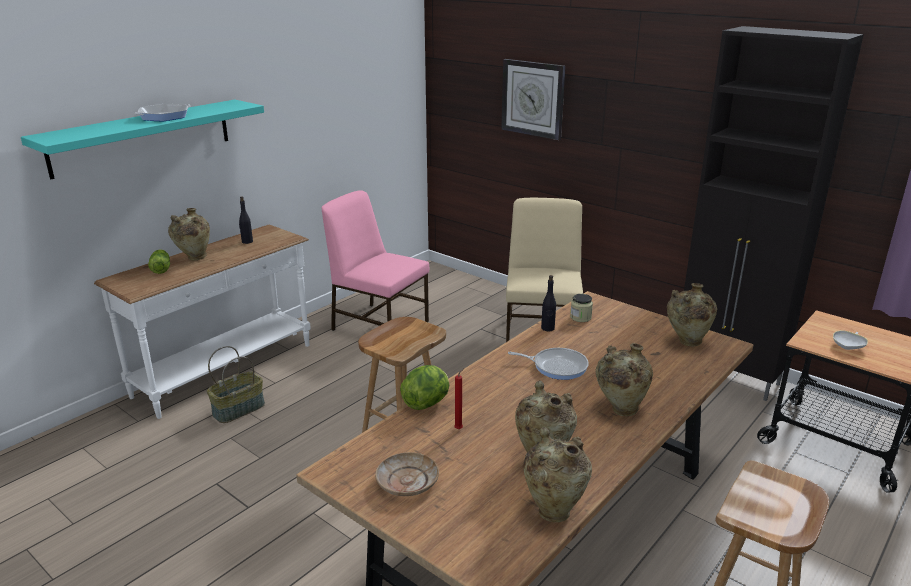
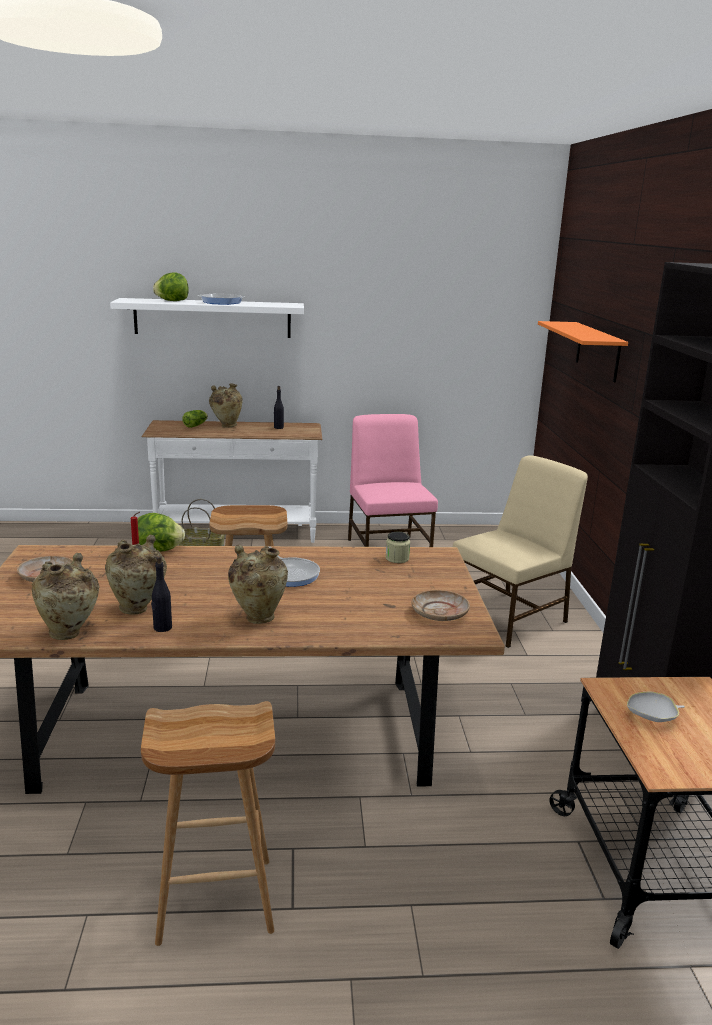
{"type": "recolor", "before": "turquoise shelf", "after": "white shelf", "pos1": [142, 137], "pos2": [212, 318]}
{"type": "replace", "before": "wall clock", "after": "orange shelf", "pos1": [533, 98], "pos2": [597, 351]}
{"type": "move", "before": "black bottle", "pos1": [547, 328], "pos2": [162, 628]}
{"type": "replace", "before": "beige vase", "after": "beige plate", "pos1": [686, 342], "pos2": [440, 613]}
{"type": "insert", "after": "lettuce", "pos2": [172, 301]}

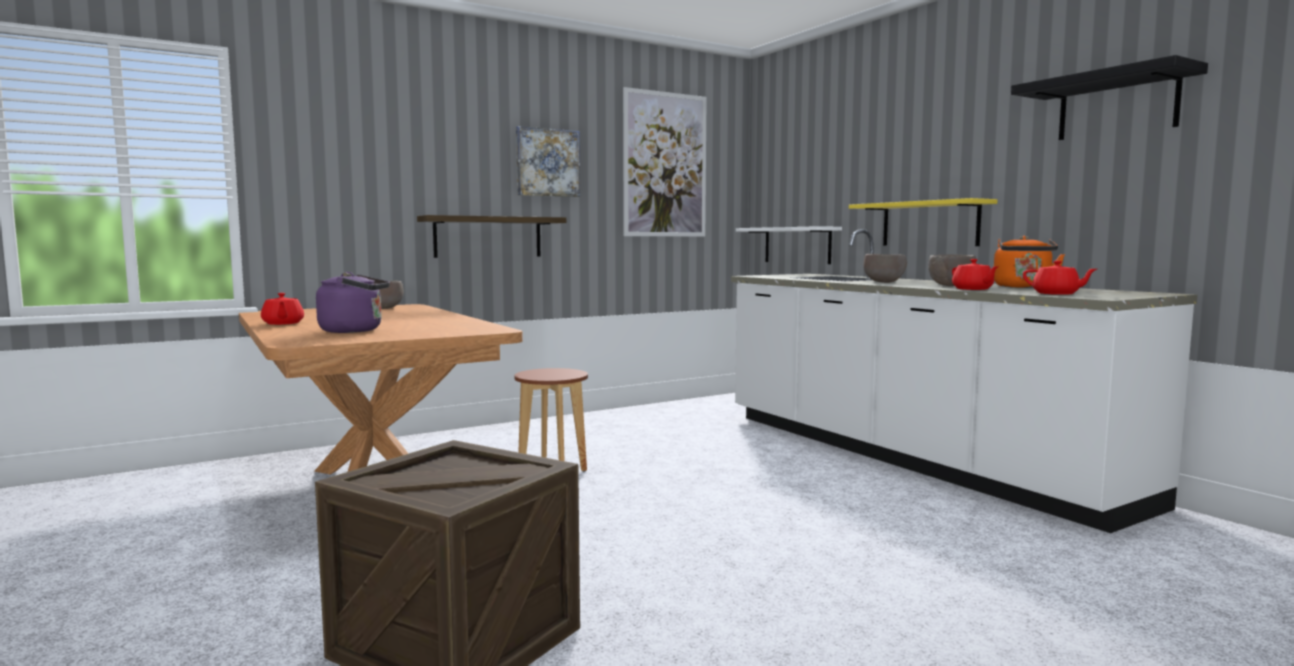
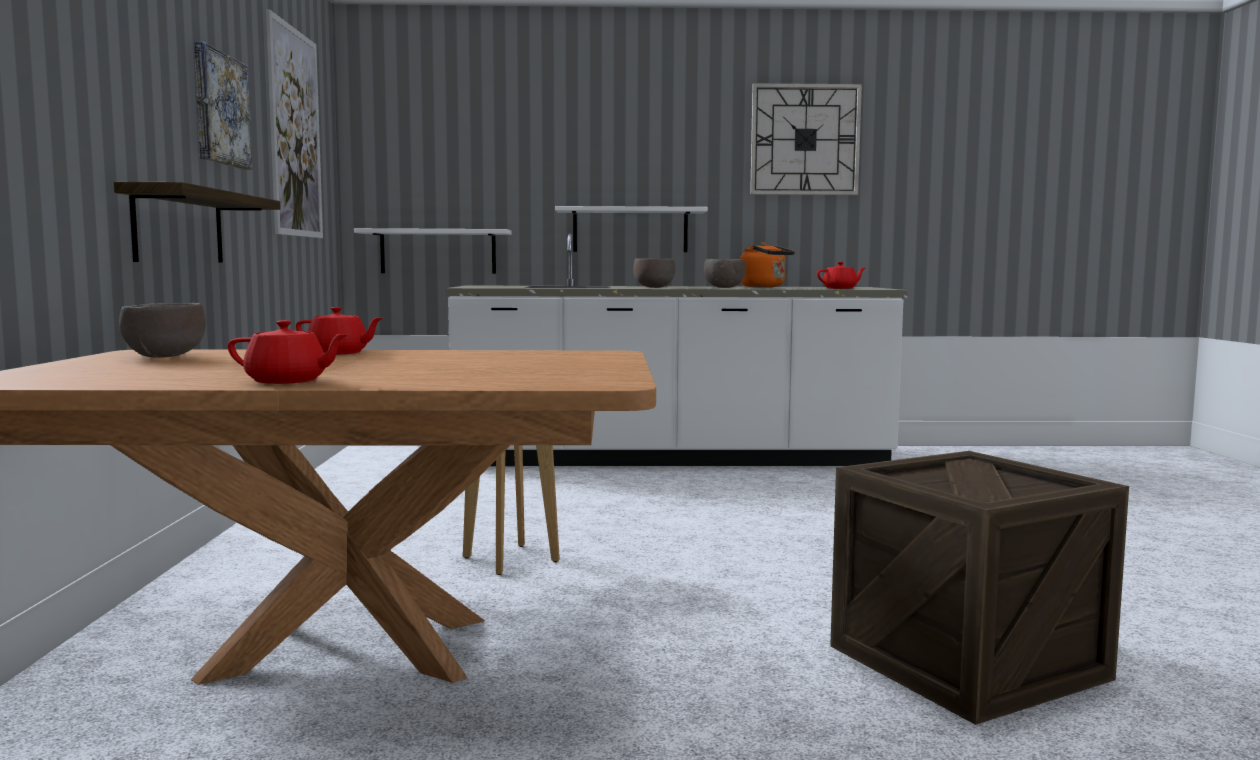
{"type": "delete", "before": "purple kettle", "pos1": [355, 331]}
{"type": "recolor", "before": "yellow shelf", "after": "white shelf", "pos1": [929, 224], "pos2": [630, 230]}
{"type": "move", "before": "red teapot", "pos1": [972, 289], "pos2": [339, 353]}
{"type": "replace", "before": "black shelf", "after": "wall clock", "pos1": [1117, 106], "pos2": [805, 140]}

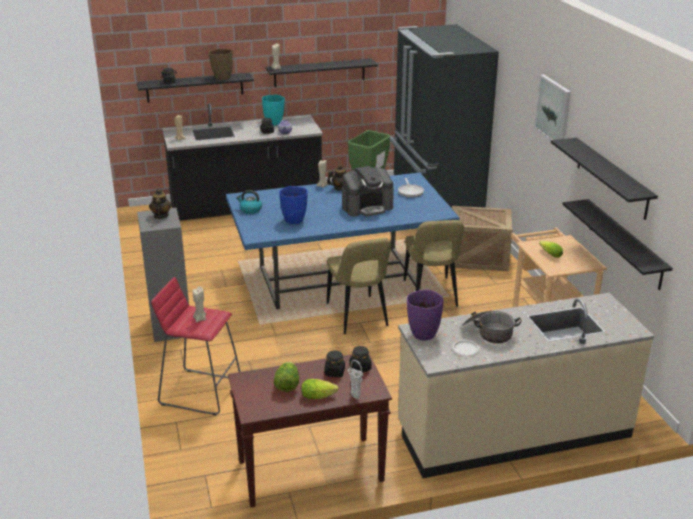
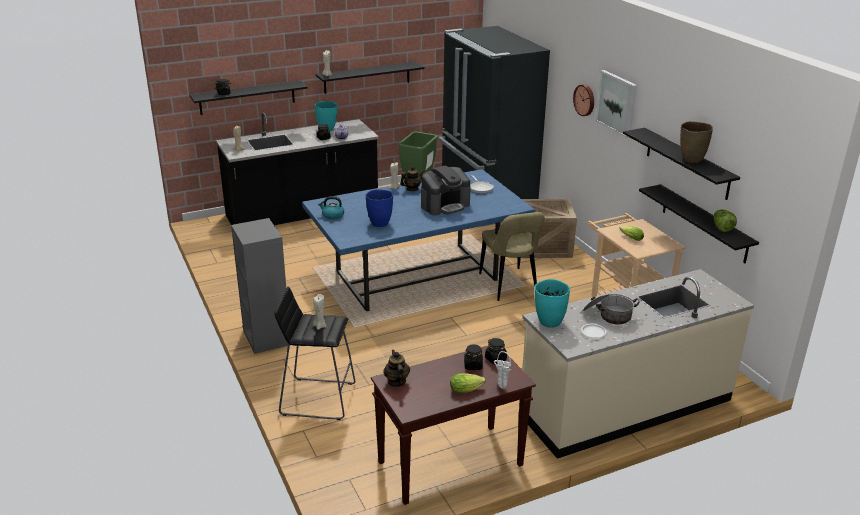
{"type": "move", "before": "teapot", "pos1": [161, 216], "pos2": [396, 382]}
{"type": "recolor", "before": "red stool", "after": "black stool", "pos1": [200, 391], "pos2": [317, 398]}
{"type": "move", "before": "brown vase", "pos1": [222, 78], "pos2": [691, 160]}
{"type": "move", "before": "lettuce", "pos1": [287, 385], "pos2": [721, 228]}
{"type": "delete", "before": "beige chair", "pos1": [358, 316]}
{"type": "recolor", "before": "purple vase", "after": "turquoise vase", "pos1": [423, 334], "pos2": [549, 322]}
{"type": "insert", "after": "wall clock", "pos2": [585, 100]}

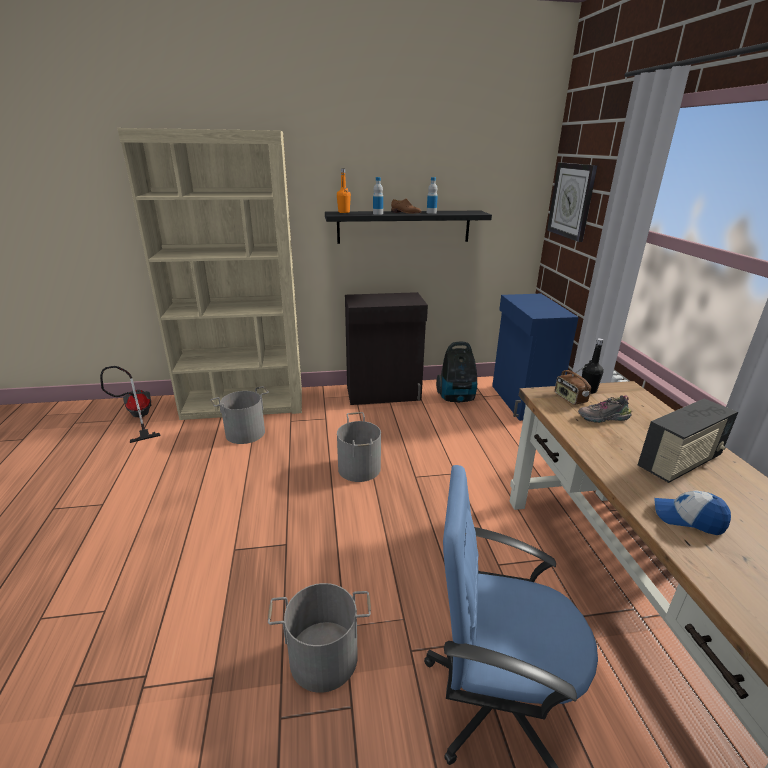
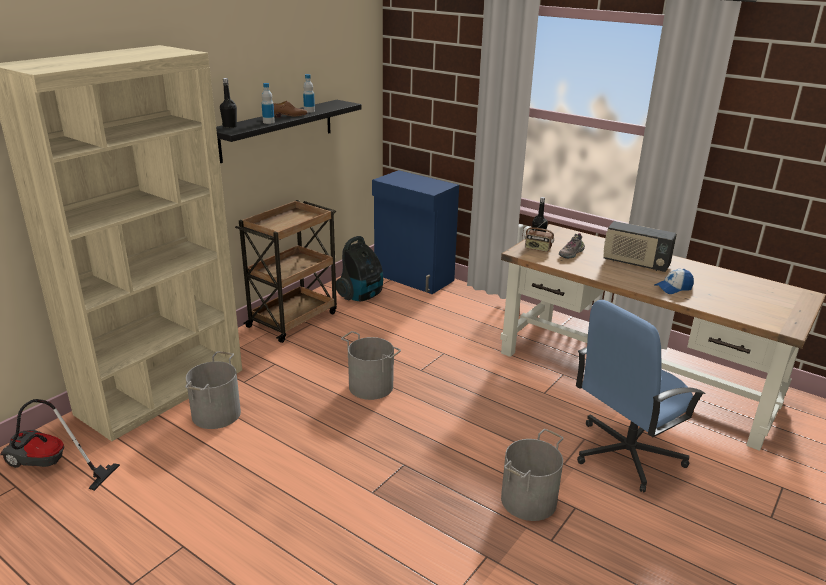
{"type": "recolor", "before": "orange bottle", "after": "black bottle", "pos1": [344, 212], "pos2": [230, 126]}
{"type": "replace", "before": "black cabinet", "after": "brown cart", "pos1": [384, 394], "pos2": [293, 319]}
{"type": "delete", "before": "wall clock", "pos1": [571, 200]}
{"type": "rotate", "before": "radio", "pos1": [680, 463], "pos2": [635, 263], "turn": 105}

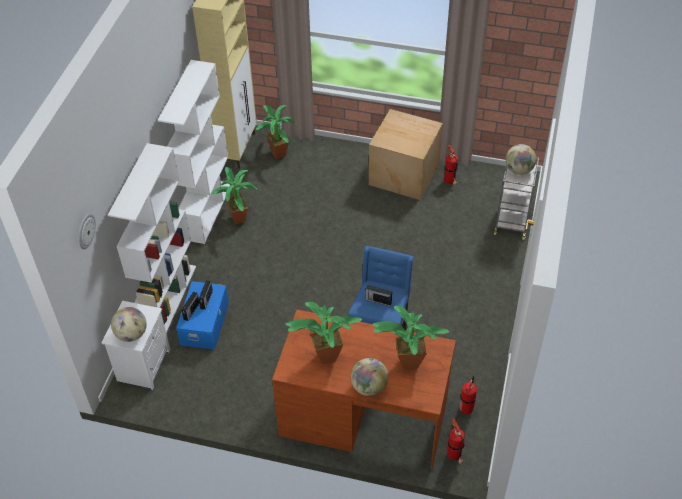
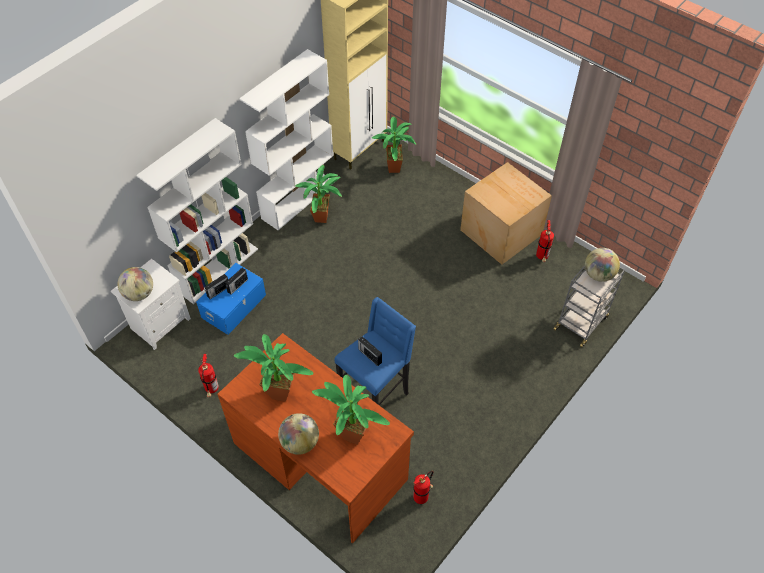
{"type": "delete", "before": "wall clock", "pos1": [85, 231]}
{"type": "move", "before": "fire extinguisher", "pos1": [455, 457], "pos2": [211, 390]}

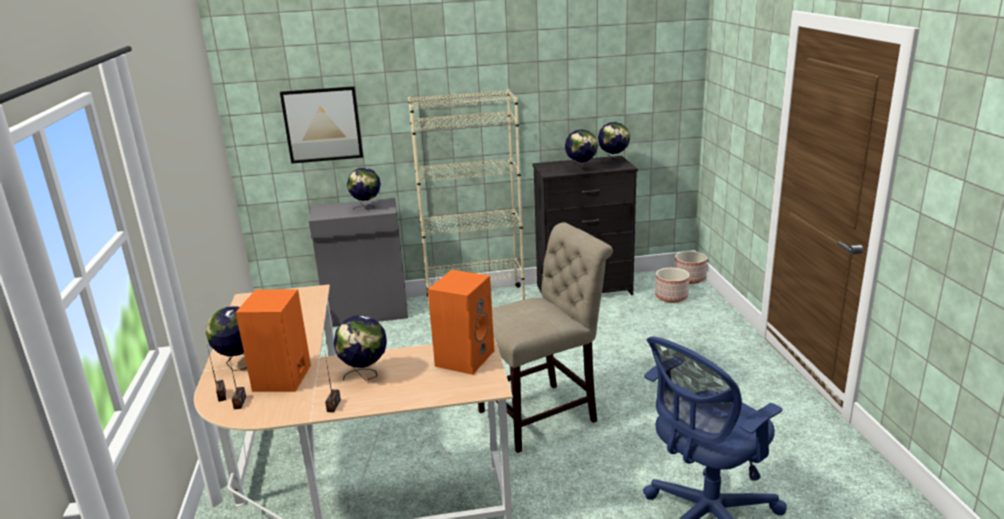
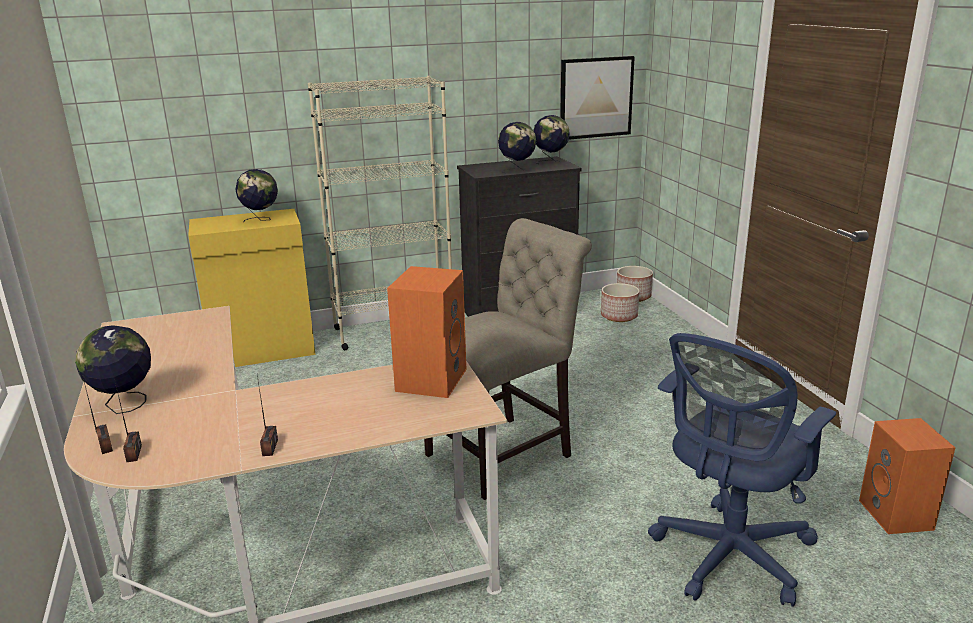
{"type": "move", "before": "orange speaker", "pos1": [283, 379], "pos2": [898, 516]}
{"type": "move", "before": "picture", "pos1": [322, 124], "pos2": [596, 97]}
{"type": "recolor", "before": "grey cabinet", "after": "yellow cabinet", "pos1": [368, 313], "pos2": [264, 352]}
{"type": "delete", "before": "globe", "pos1": [365, 376]}

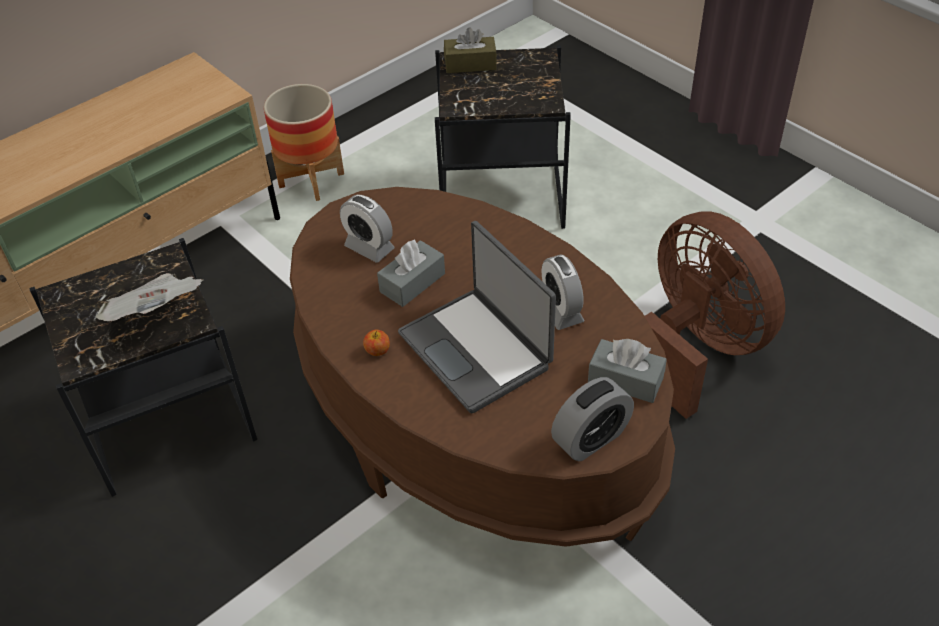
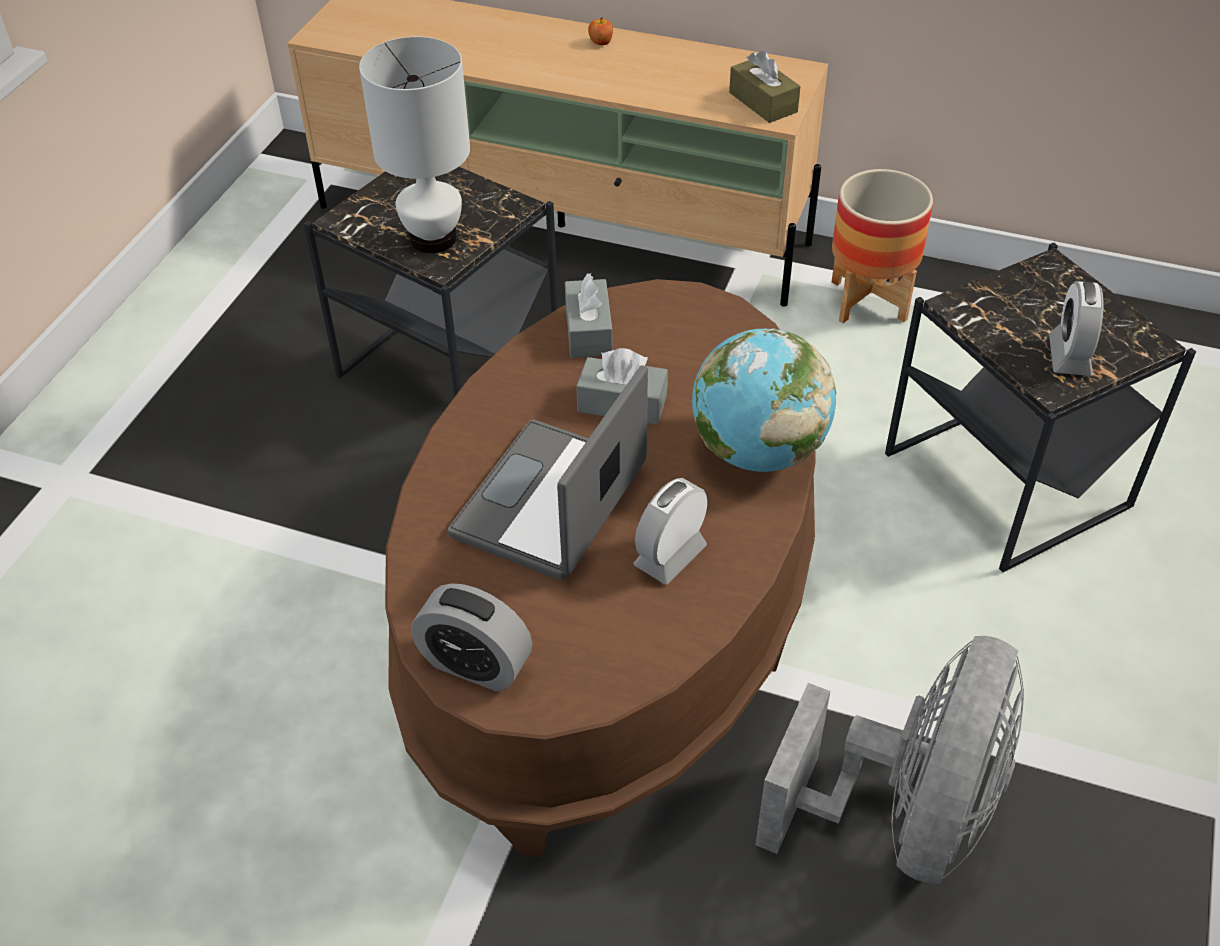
{"type": "replace", "before": "newspaper", "after": "white table lamp", "pos1": [158, 315], "pos2": [433, 238]}
{"type": "move", "before": "alarm clock", "pos1": [369, 247], "pos2": [1069, 356]}
{"type": "move", "before": "apple", "pos1": [377, 351], "pos2": [600, 42]}
{"type": "move", "before": "brown tissue box", "pos1": [470, 64], "pos2": [763, 102]}
{"type": "move", "before": "grey tissue box", "pos1": [625, 380], "pos2": [588, 331]}
{"type": "recolor", "before": "brown fan", "after": "grey fan", "pos1": [698, 347], "pos2": [903, 816]}
{"type": "insert", "after": "globe", "pos2": [757, 451]}

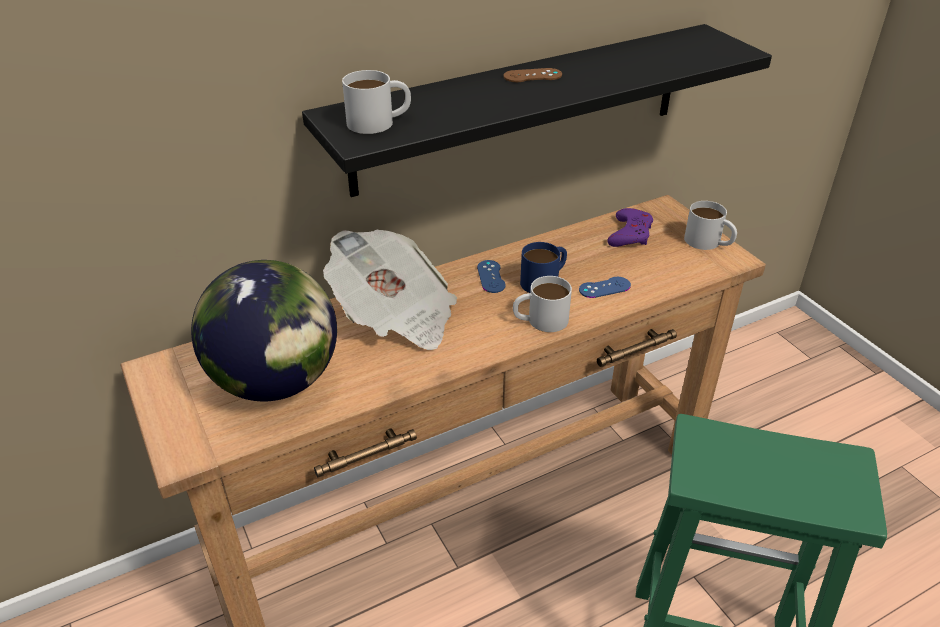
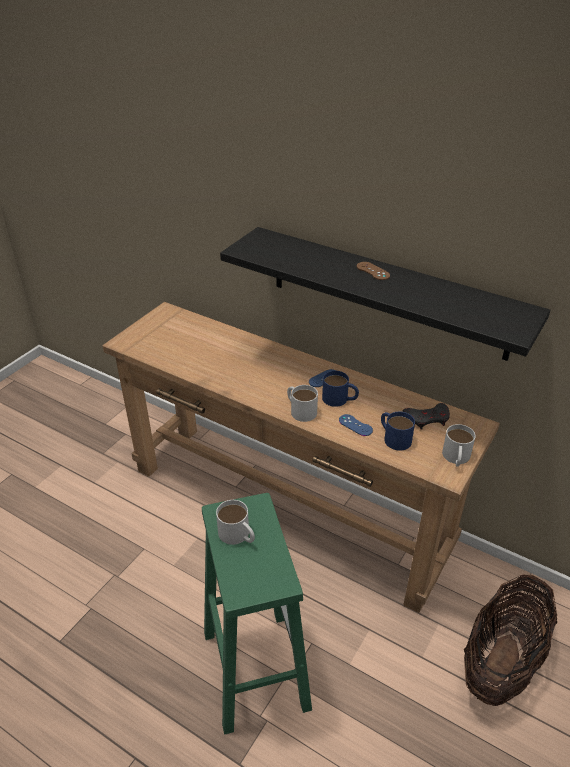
{"type": "delete", "before": "globe", "pos1": [277, 382]}
{"type": "delete", "before": "newspaper", "pos1": [395, 315]}
{"type": "move", "before": "white mug", "pos1": [379, 122], "pos2": [238, 535]}
{"type": "recolor", "before": "purple game controller", "after": "grey game controller", "pos1": [630, 233], "pos2": [427, 418]}
{"type": "insert", "after": "blue mug", "pos2": [394, 437]}
{"type": "insert", "after": "basket", "pos2": [501, 661]}

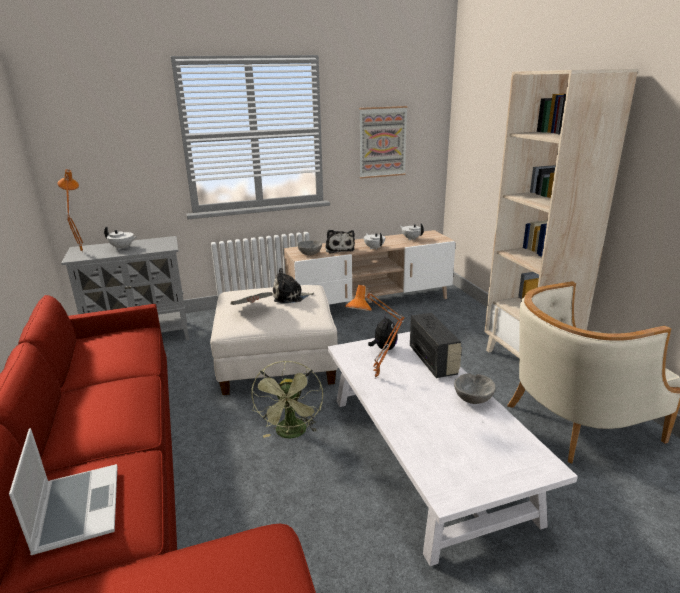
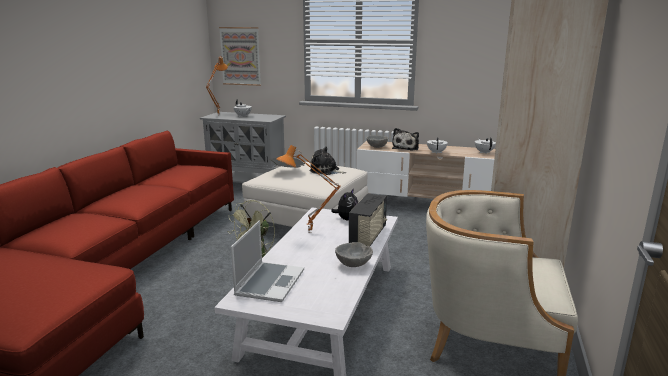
{"type": "move", "before": "laptop", "pos1": [76, 508], "pos2": [269, 282]}
{"type": "move", "before": "picture", "pos1": [382, 142], "pos2": [240, 56]}

